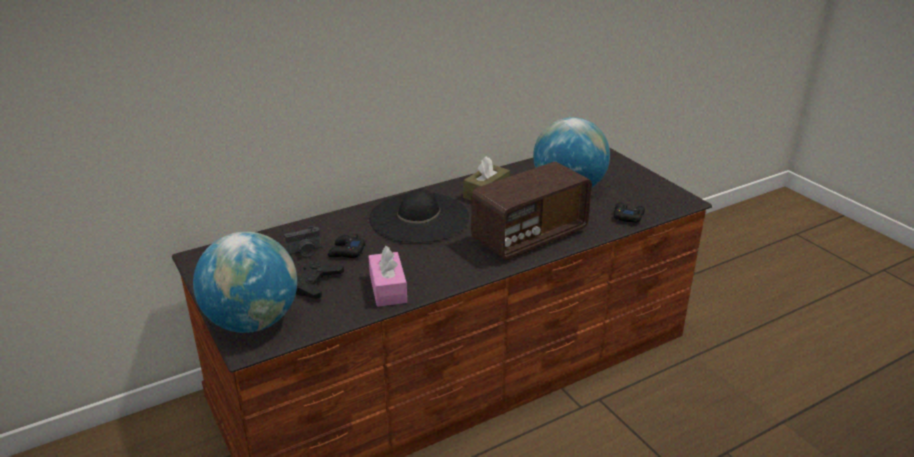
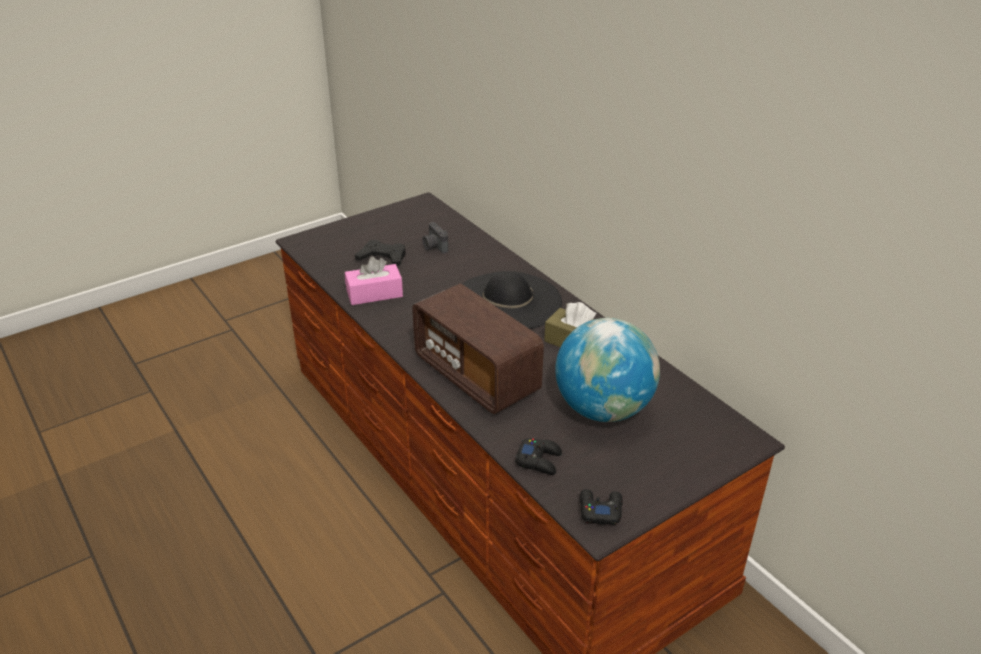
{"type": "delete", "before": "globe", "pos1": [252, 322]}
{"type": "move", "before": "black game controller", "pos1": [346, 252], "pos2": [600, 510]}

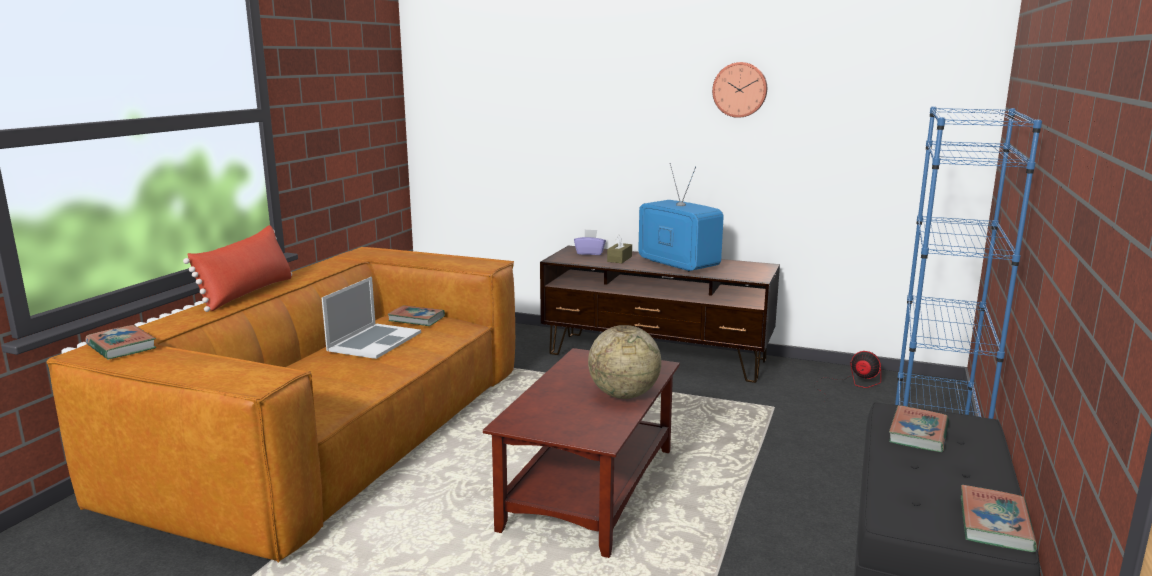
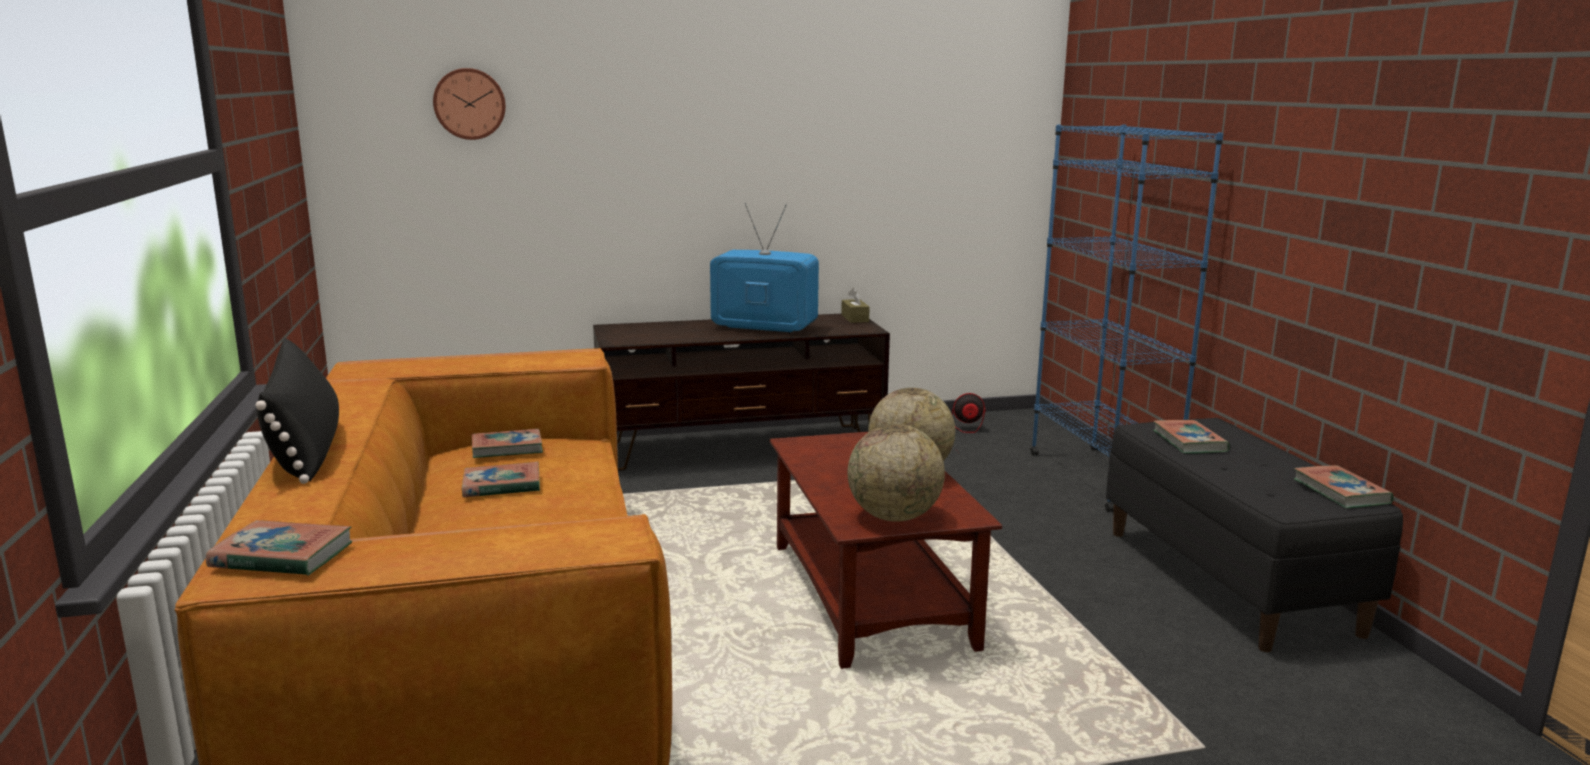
{"type": "recolor", "before": "red pillow", "after": "black pillow", "pos1": [248, 293], "pos2": [306, 448]}
{"type": "replace", "before": "laptop", "after": "book", "pos1": [374, 341], "pos2": [502, 486]}
{"type": "delete", "before": "purple tissue box", "pos1": [590, 253]}
{"type": "move", "before": "brown tissue box", "pos1": [619, 259], "pos2": [855, 318]}
{"type": "move", "before": "wall clock", "pos1": [740, 89], "pos2": [470, 104]}
{"type": "insert", "after": "globe", "pos2": [894, 517]}

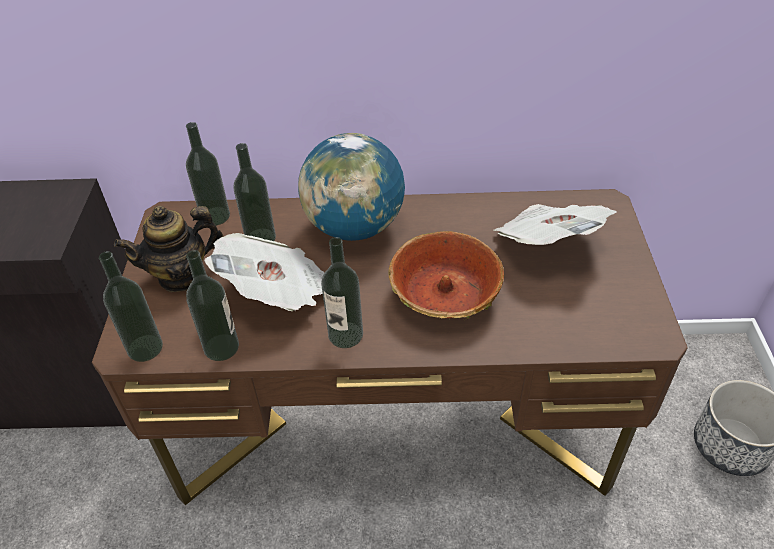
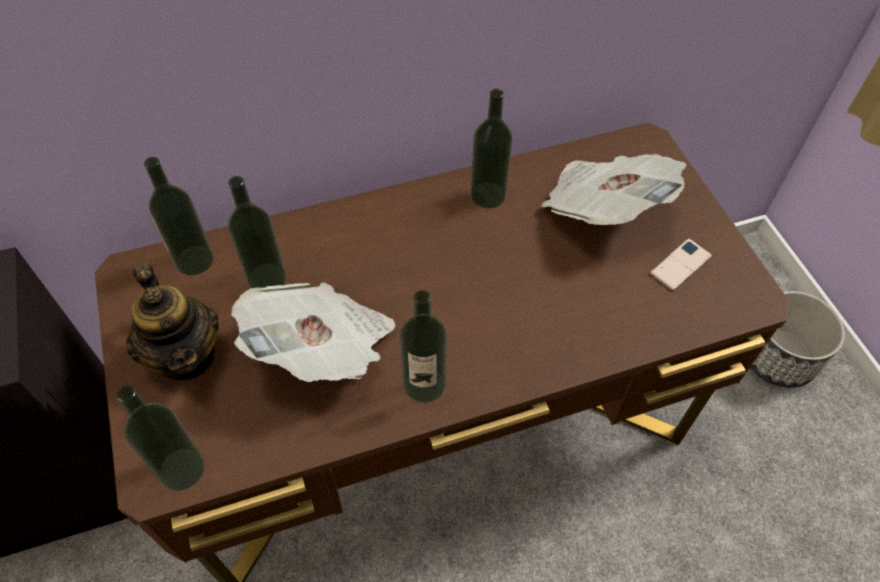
{"type": "rotate", "before": "teapot", "pos1": [181, 276], "pos2": [186, 355], "turn": -75}
{"type": "move", "before": "bottle", "pos1": [221, 347], "pos2": [488, 195]}
{"type": "delete", "before": "globe", "pos1": [354, 227]}
{"type": "delete", "before": "bowl", "pos1": [444, 294]}
{"type": "insert", "after": "phone", "pos2": [680, 264]}

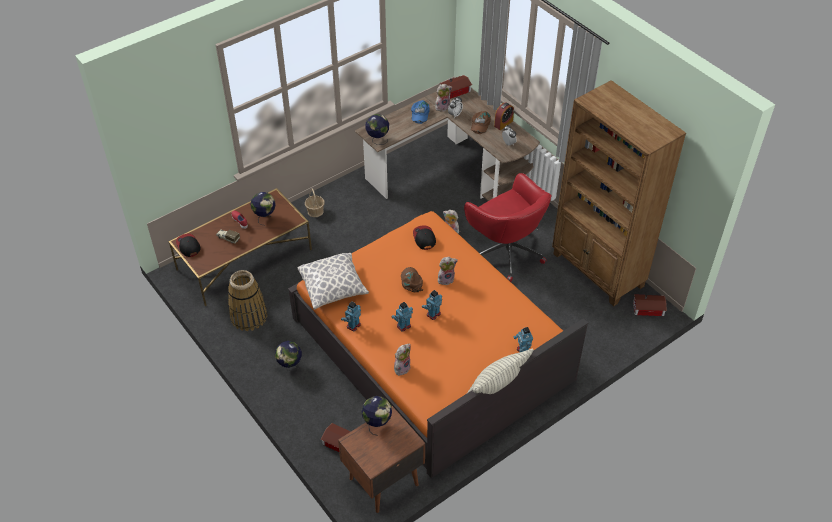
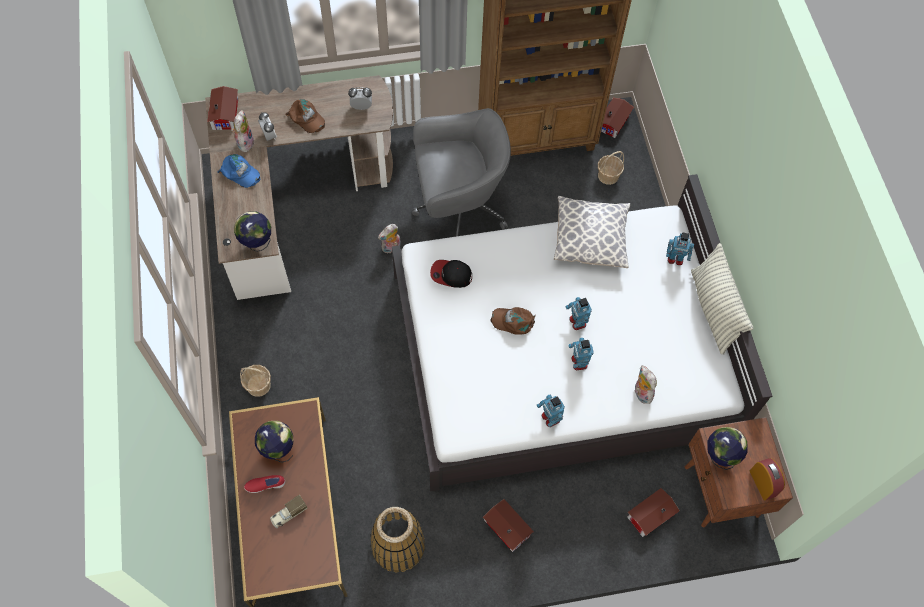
{"type": "delete", "before": "cap", "pos1": [188, 246]}
{"type": "replace", "before": "globe", "after": "toy house", "pos1": [290, 366], "pos2": [507, 526]}
{"type": "recolor", "before": "orange bed", "after": "white bed", "pos1": [431, 349], "pos2": [560, 355]}
{"type": "move", "before": "pillow", "pos1": [333, 288], "pos2": [590, 239]}
{"type": "delete", "before": "plush toy", "pos1": [446, 279]}
{"type": "recolor", "before": "red office chair", "after": "grey office chair", "pos1": [506, 252], "pos2": [458, 208]}
{"type": "move", "before": "alarm clock", "pos1": [503, 123], "pos2": [762, 483]}
{"type": "insert", "after": "basket", "pos2": [608, 175]}

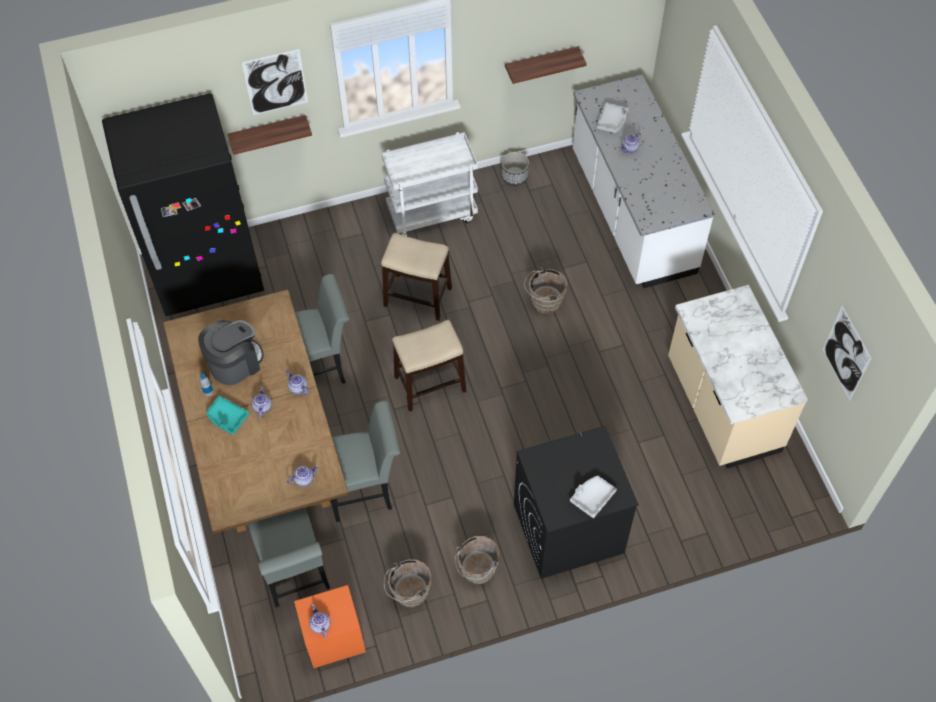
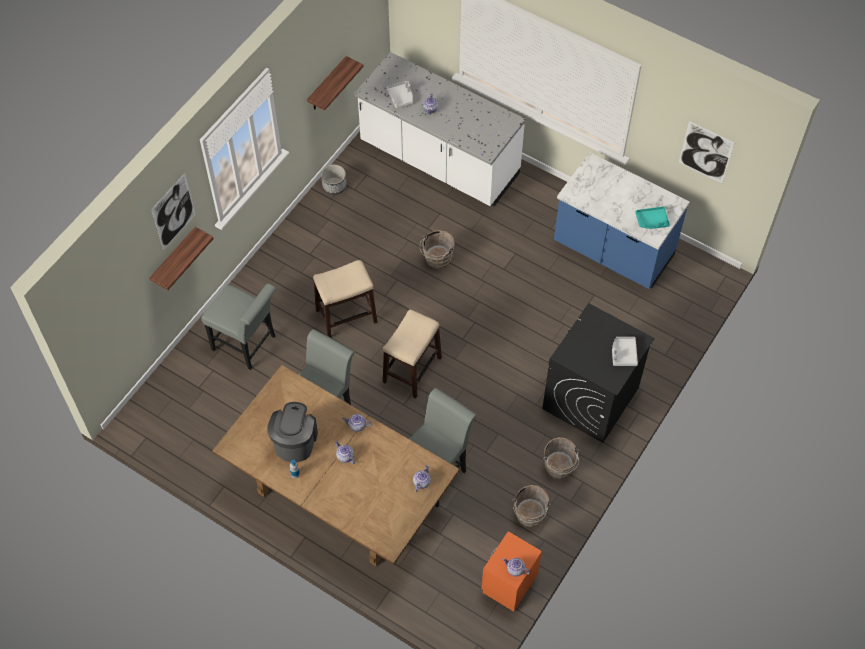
{"type": "delete", "before": "black fridge", "pos1": [208, 274]}
{"type": "move", "before": "turquoise tray", "pos1": [227, 418], "pos2": [652, 221]}
{"type": "move", "before": "grey chair", "pos1": [296, 577], "pos2": [247, 345]}
{"type": "delete", "before": "white cart", "pos1": [432, 213]}
{"type": "recolor", "before": "beige counter", "after": "blue counter", "pos1": [721, 406], "pos2": [613, 251]}

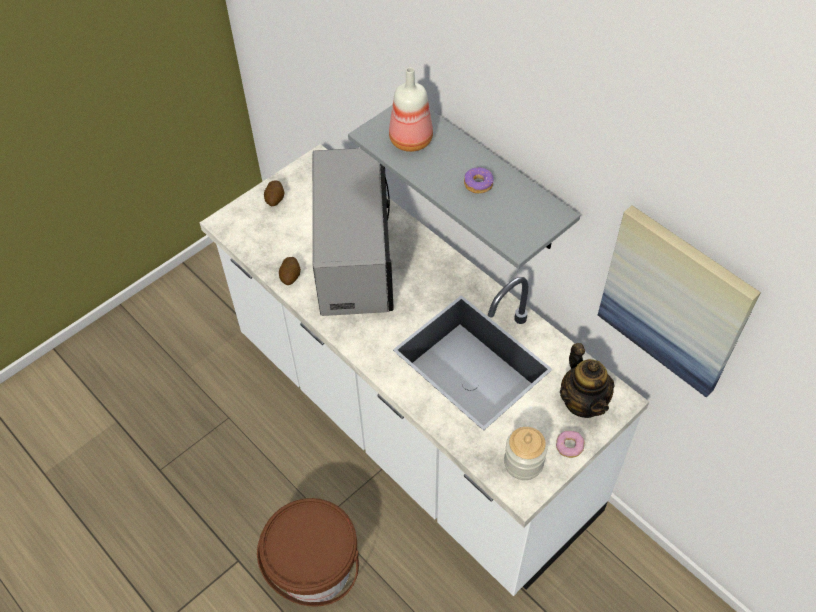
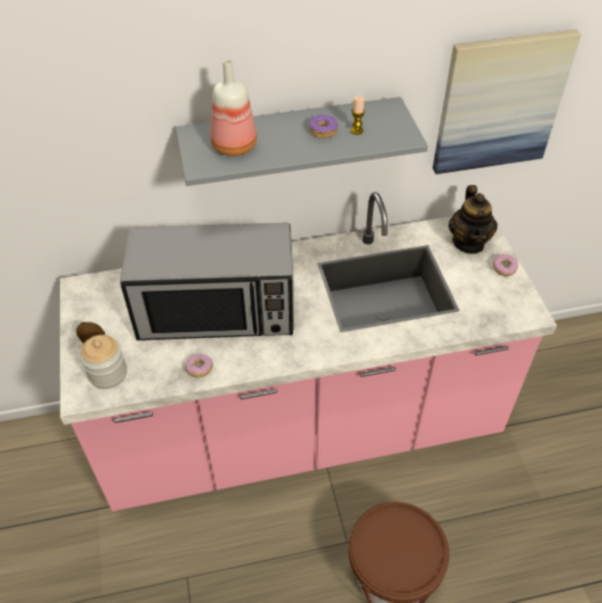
{"type": "recolor", "before": "white counter", "after": "pink counter", "pos1": [411, 425], "pos2": [301, 429]}
{"type": "replace", "before": "potato", "after": "donut", "pos1": [290, 277], "pos2": [199, 369]}
{"type": "rotate", "before": "microwave", "pos1": [355, 256], "pos2": [217, 311], "turn": 150}
{"type": "move", "before": "jar", "pos1": [523, 463], "pos2": [108, 374]}
{"type": "rotate", "before": "teapot", "pos1": [583, 402], "pos2": [469, 242], "turn": 75}
{"type": "insert", "after": "candle", "pos2": [356, 131]}

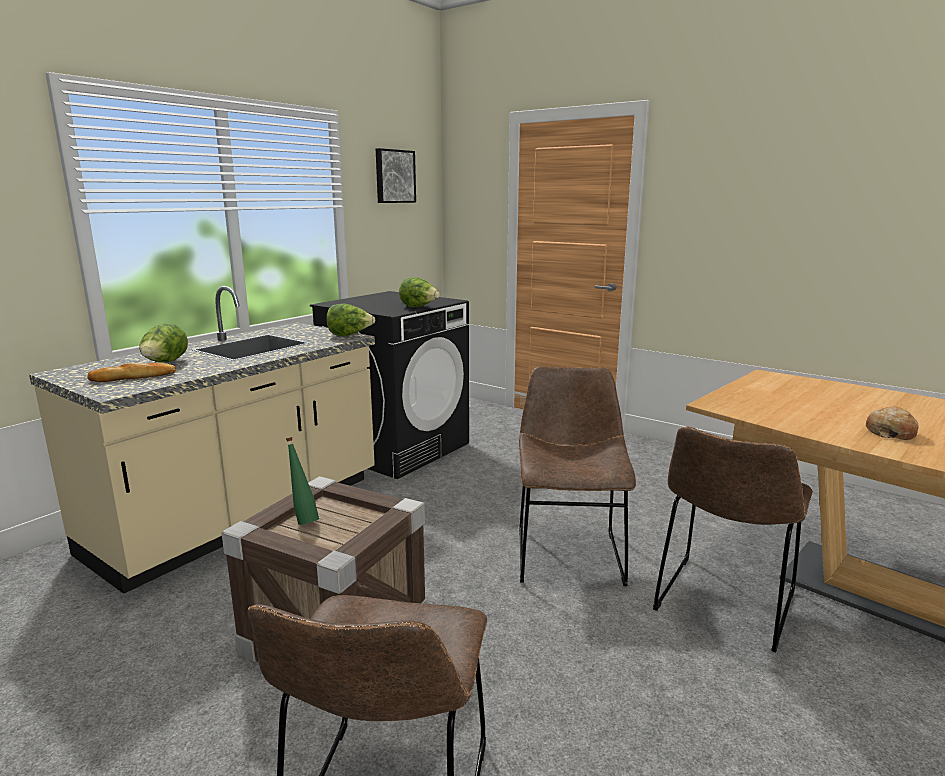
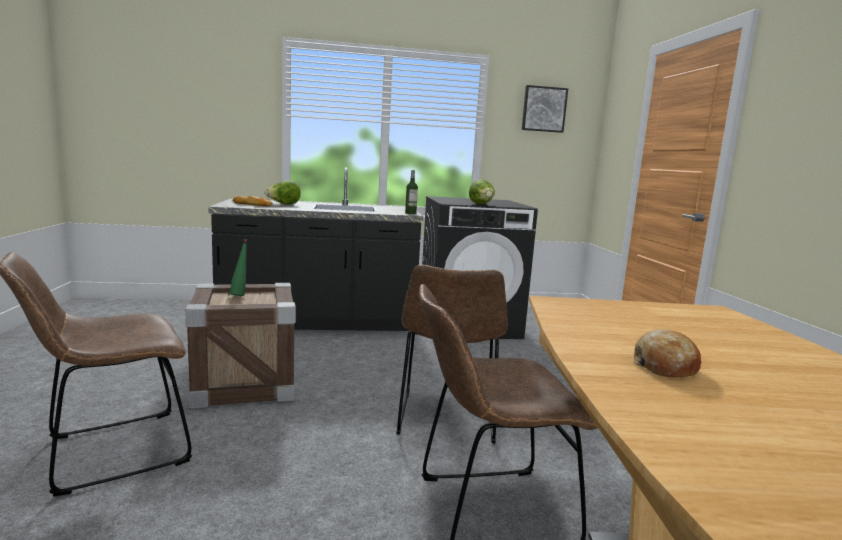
{"type": "recolor", "before": "beige counter", "after": "black counter", "pos1": [241, 516], "pos2": [319, 321]}
{"type": "replace", "before": "lettuce", "after": "bottle", "pos1": [349, 335], "pos2": [410, 213]}
{"type": "rotate", "before": "brown chair", "pos1": [568, 552], "pos2": [446, 420], "turn": 135}

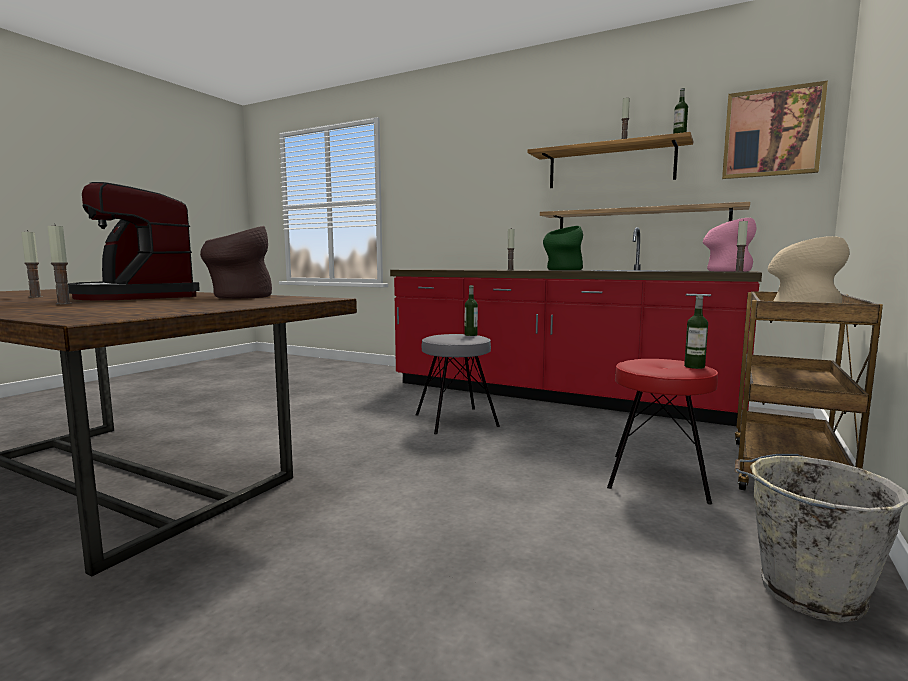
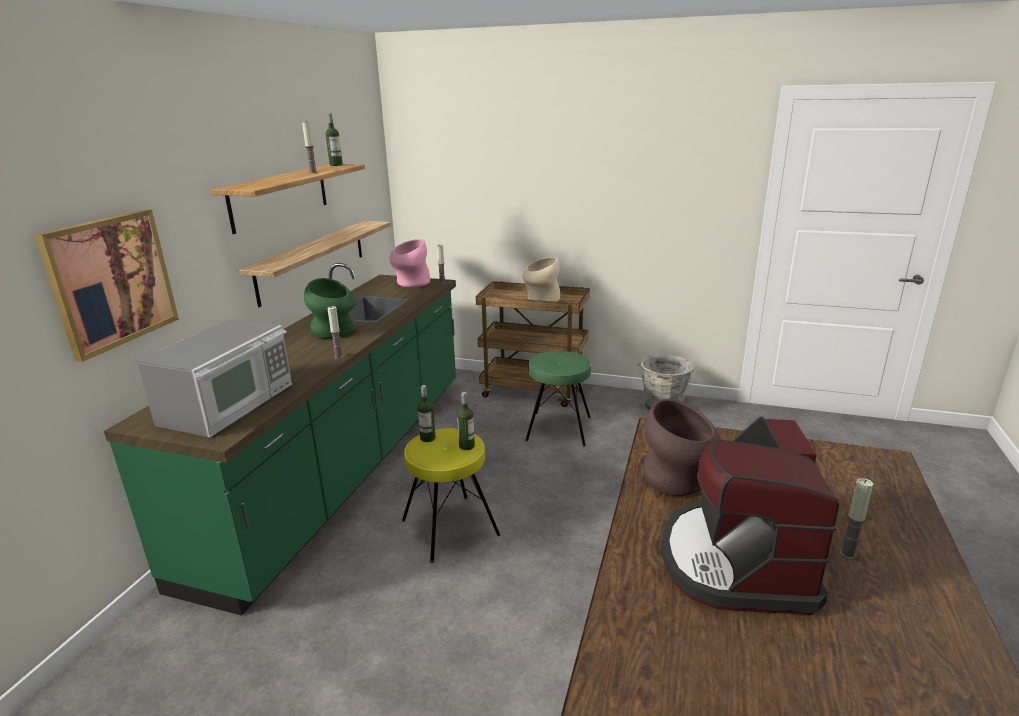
{"type": "delete", "before": "candle", "pos1": [35, 297]}
{"type": "rotate", "before": "coffee machine", "pos1": [135, 297], "pos2": [736, 562], "turn": 150}
{"type": "recolor", "before": "red counter", "after": "green counter", "pos1": [554, 396], "pos2": [346, 468]}
{"type": "recolor", "before": "grey stool", "after": "yellow stool", "pos1": [456, 420], "pos2": [450, 527]}
{"type": "recolor", "before": "red stool", "after": "green stool", "pos1": [659, 478], "pos2": [559, 428]}
{"type": "move", "before": "bottle", "pos1": [694, 367], "pos2": [466, 446]}
{"type": "move", "before": "picture", "pos1": [771, 133], "pos2": [111, 281]}
{"type": "insert", "after": "microwave", "pos2": [230, 404]}

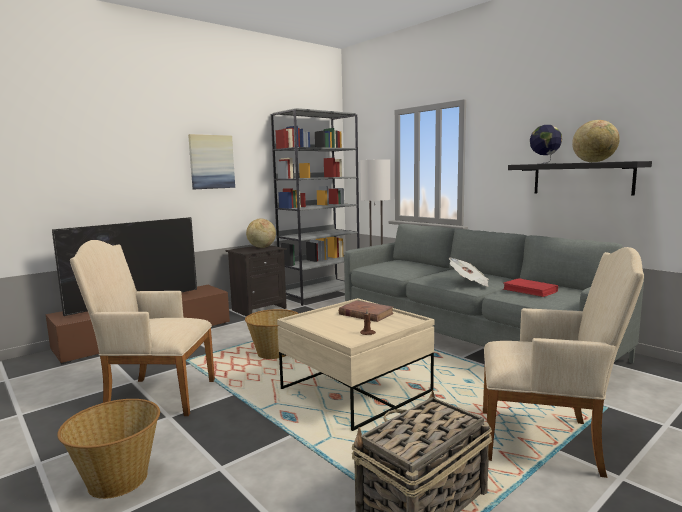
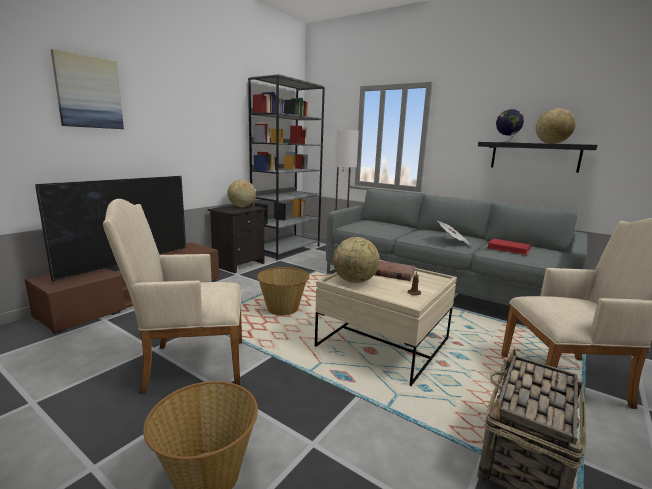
{"type": "move", "before": "picture", "pos1": [211, 162], "pos2": [89, 92]}
{"type": "insert", "after": "globe", "pos2": [355, 281]}

